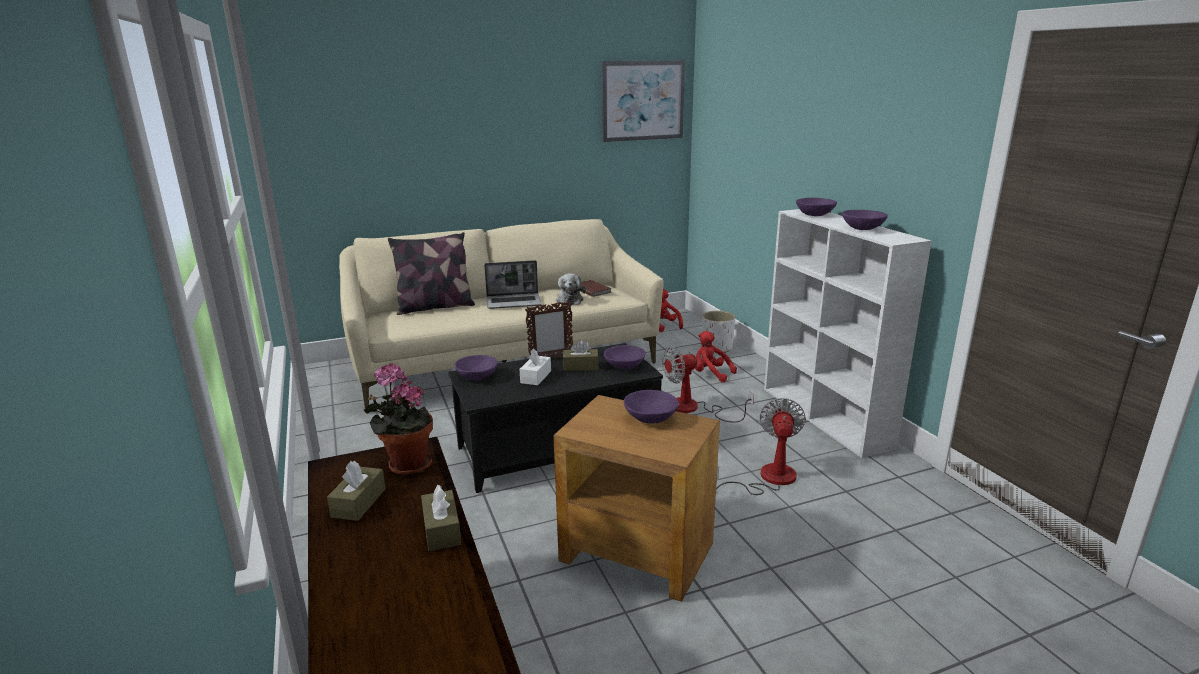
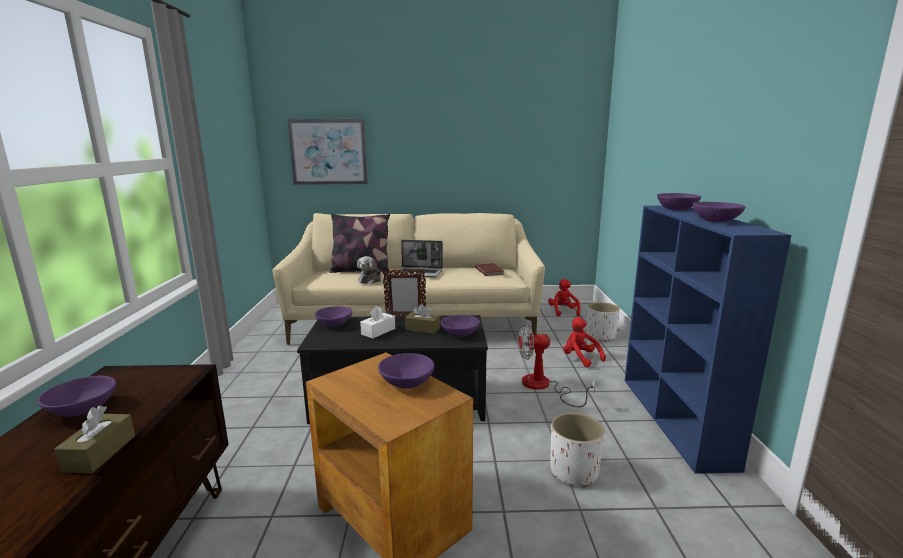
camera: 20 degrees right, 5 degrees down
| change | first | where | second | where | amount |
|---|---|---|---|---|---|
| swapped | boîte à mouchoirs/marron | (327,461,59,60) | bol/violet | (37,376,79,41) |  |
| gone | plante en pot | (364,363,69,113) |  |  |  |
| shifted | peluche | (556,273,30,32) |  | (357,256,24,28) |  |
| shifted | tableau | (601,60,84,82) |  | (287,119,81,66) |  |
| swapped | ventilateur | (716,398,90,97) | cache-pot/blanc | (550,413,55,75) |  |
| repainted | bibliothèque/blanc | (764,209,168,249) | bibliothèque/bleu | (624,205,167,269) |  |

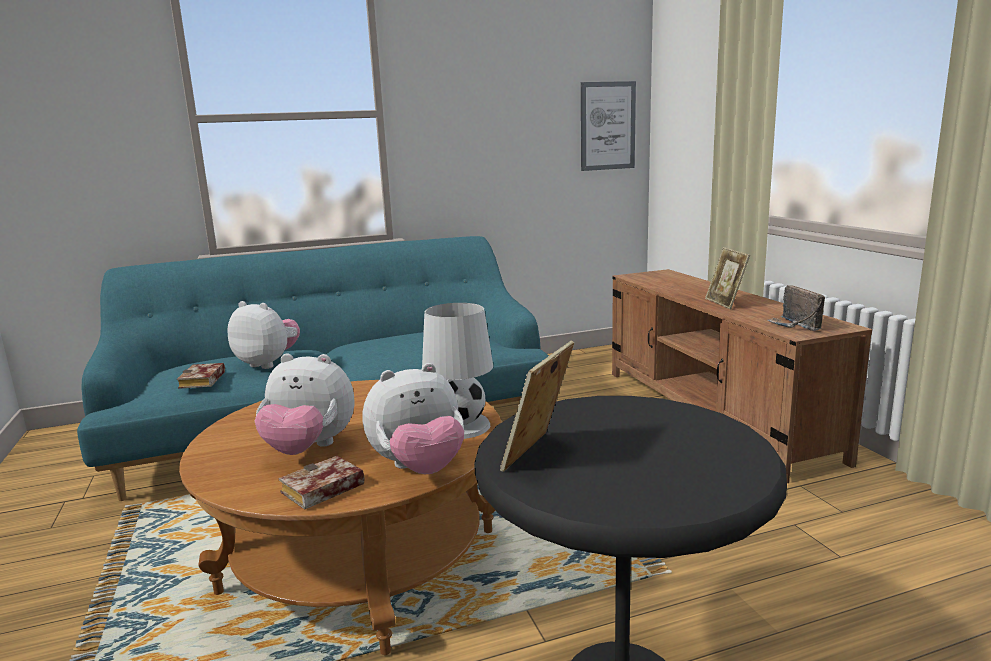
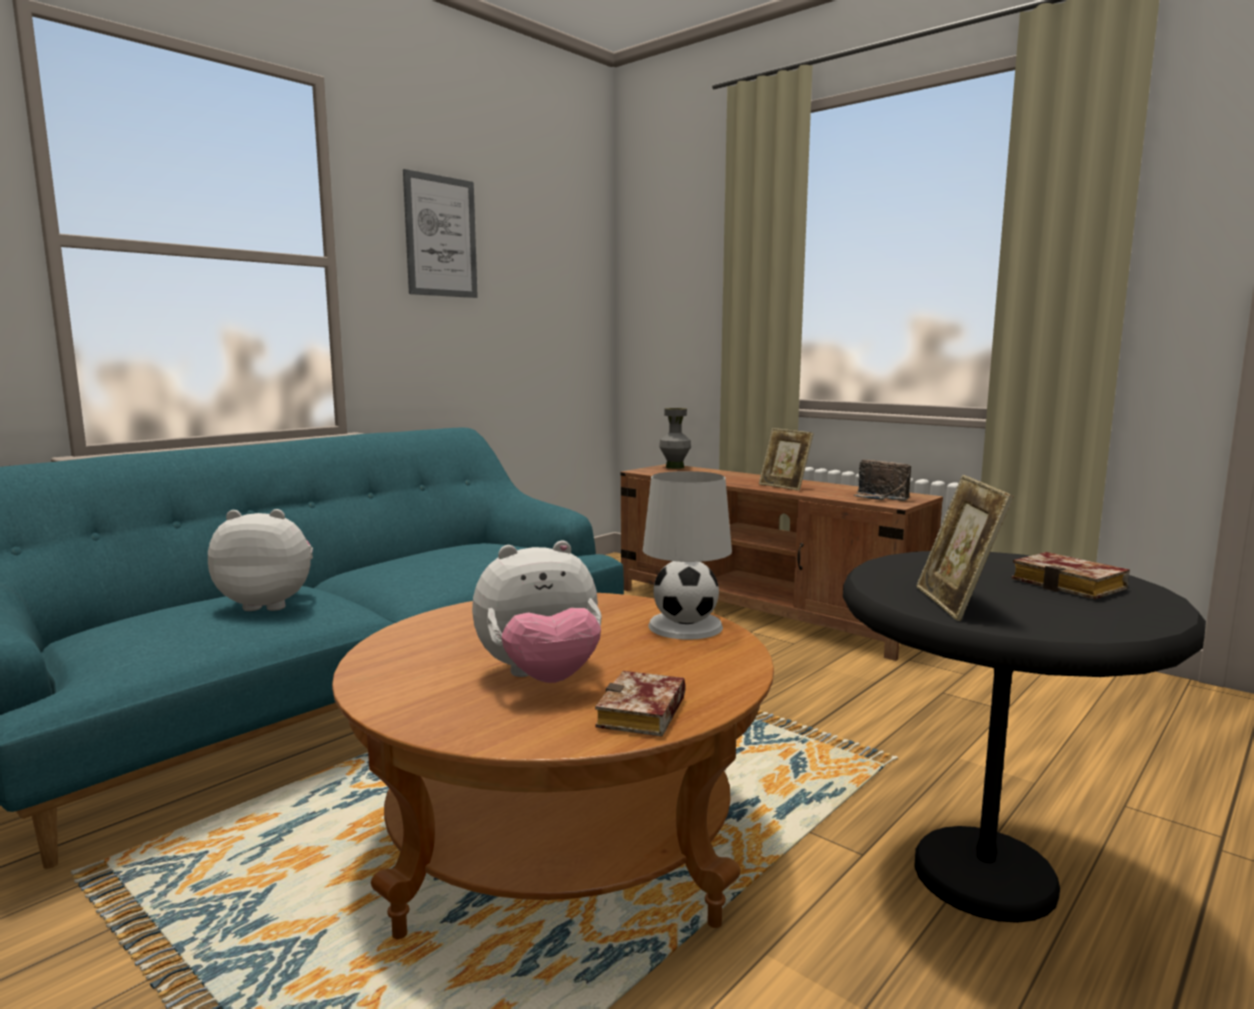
camera: 30 degrees left, 5 degrees down
| change | first | where | second | where | amount |
|---|---|---|---|---|---|
| shifted | livre | (177,363,48,26) |  | (1011,552,119,47) |  |
| gone | peluche | (362,363,102,111) |  |  |  |
| shifted | tableau | (581,81,55,90) |  | (403,169,75,129) |  |
| new |  |  | vase/gris | (659,408,32,61) |  |

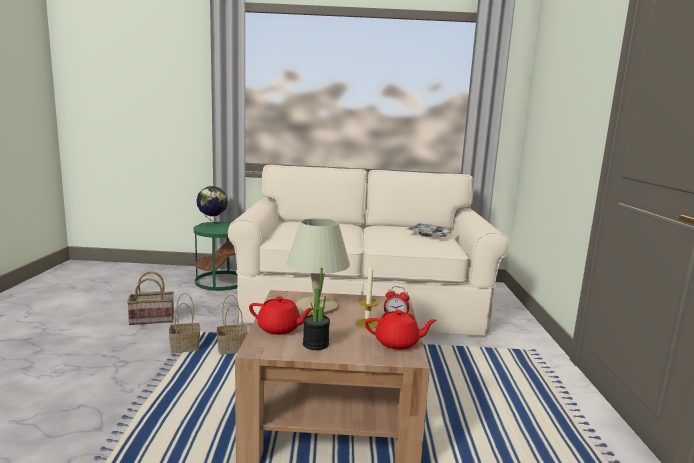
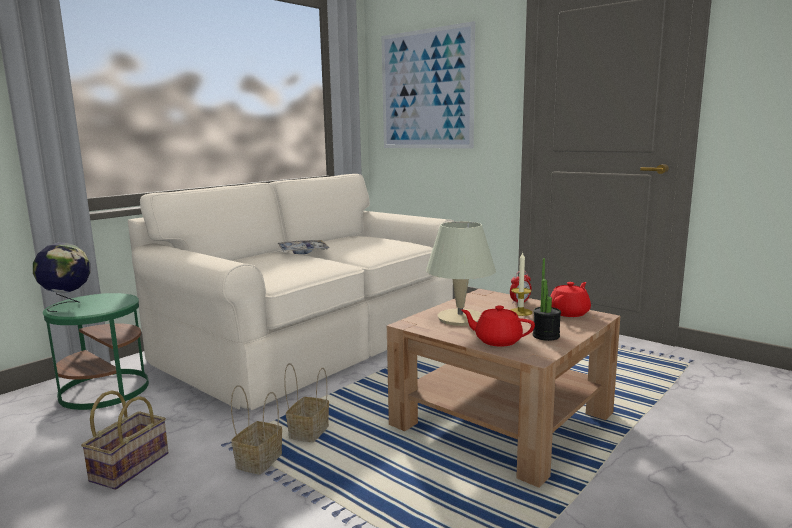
camera: 50 degrees left, 0 degrees up
| change | first | where | second | where | amount |
|---|---|---|---|---|---|
| rotated | théière/rouge | (249,296,63,39) |  | (461,306,74,41) | 120 degrees counterclockwise |
| shifted | plateau | (405,223,50,14) |  | (278,240,51,14) |  |
| new |  |  | tableau | (382,21,93,128) |  |

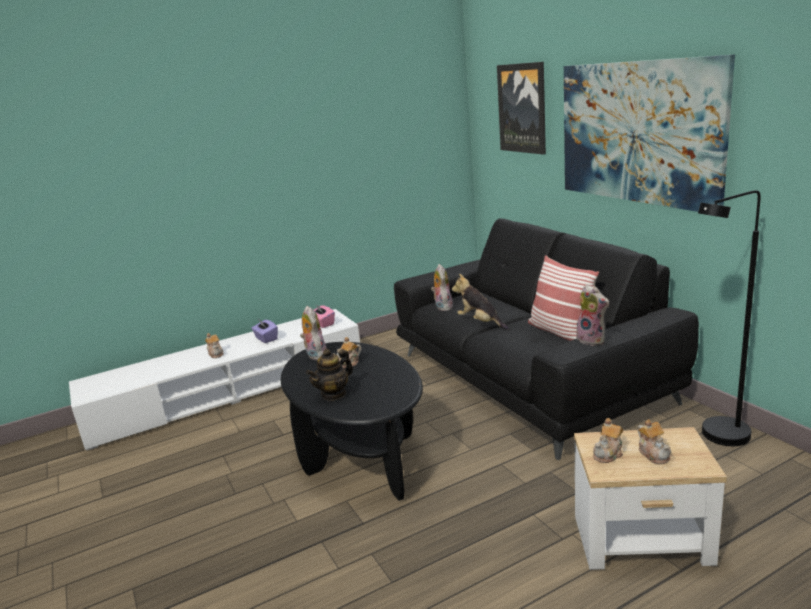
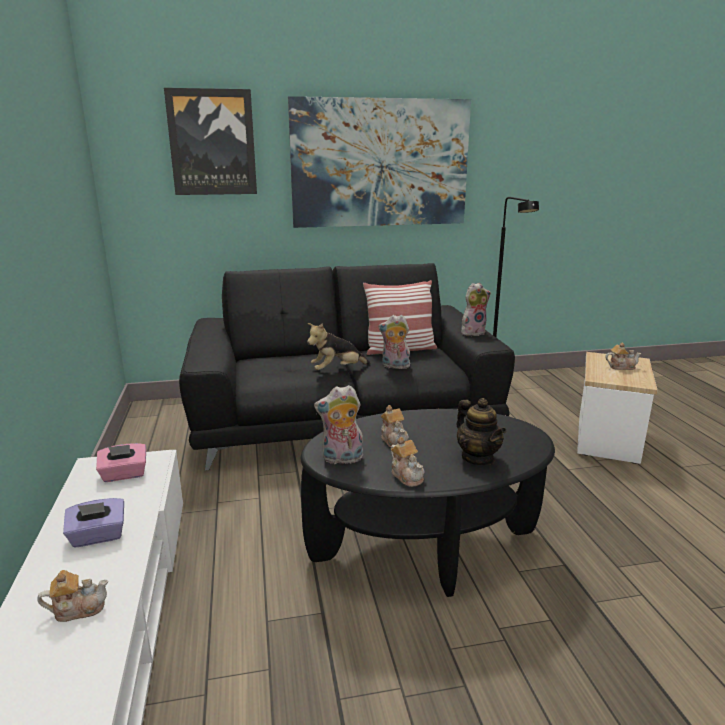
camera: 75 degrees left, 0 degrees up
| change | first | where | second | where | amount |
|---|---|---|---|---|---|
| shifted | peluche | (431,264,22,47) |  | (378,315,32,54) |  |
| shifted | théière | (593,418,30,45) |  | (391,437,34,50) |  |

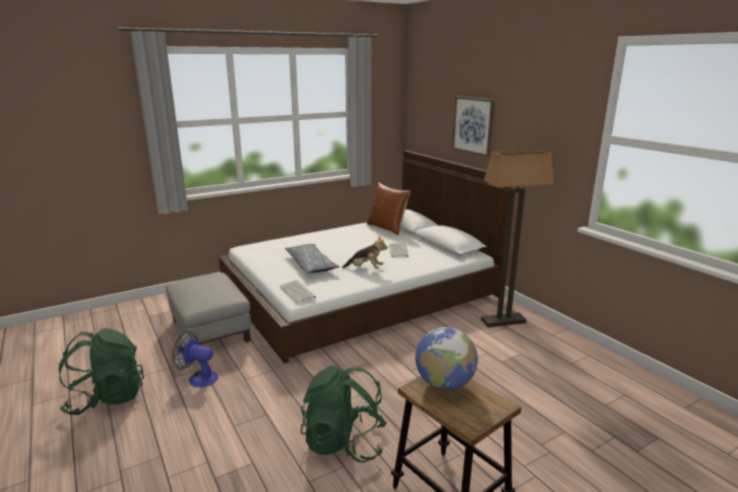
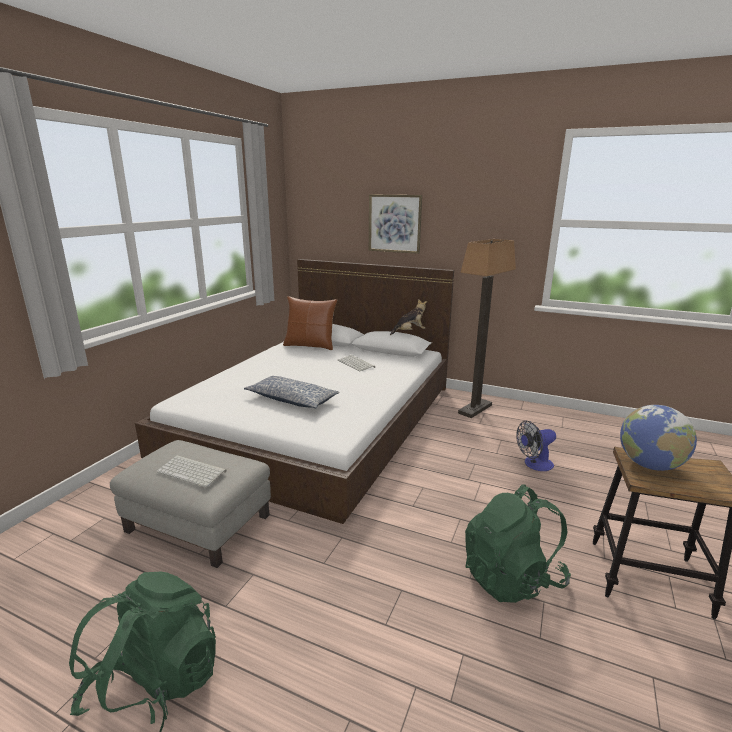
camera: 35 degrees left, 0 degrees up
| change | first | where | second | where | amount |
|---|---|---|---|---|---|
| shifted | ventilateur | (172,331,46,56) |  | (516,421,40,50) |  |
| shifted | clavier | (280,280,36,23) |  | (156,455,71,32) |  |
| shifted | peluche | (342,236,46,33) |  | (390,299,37,36) |  |

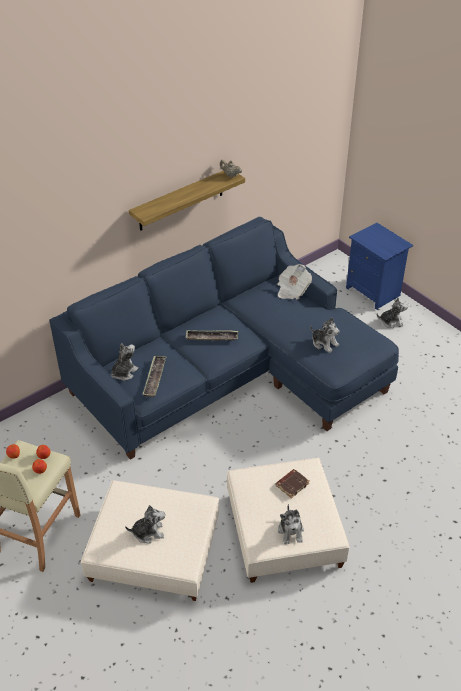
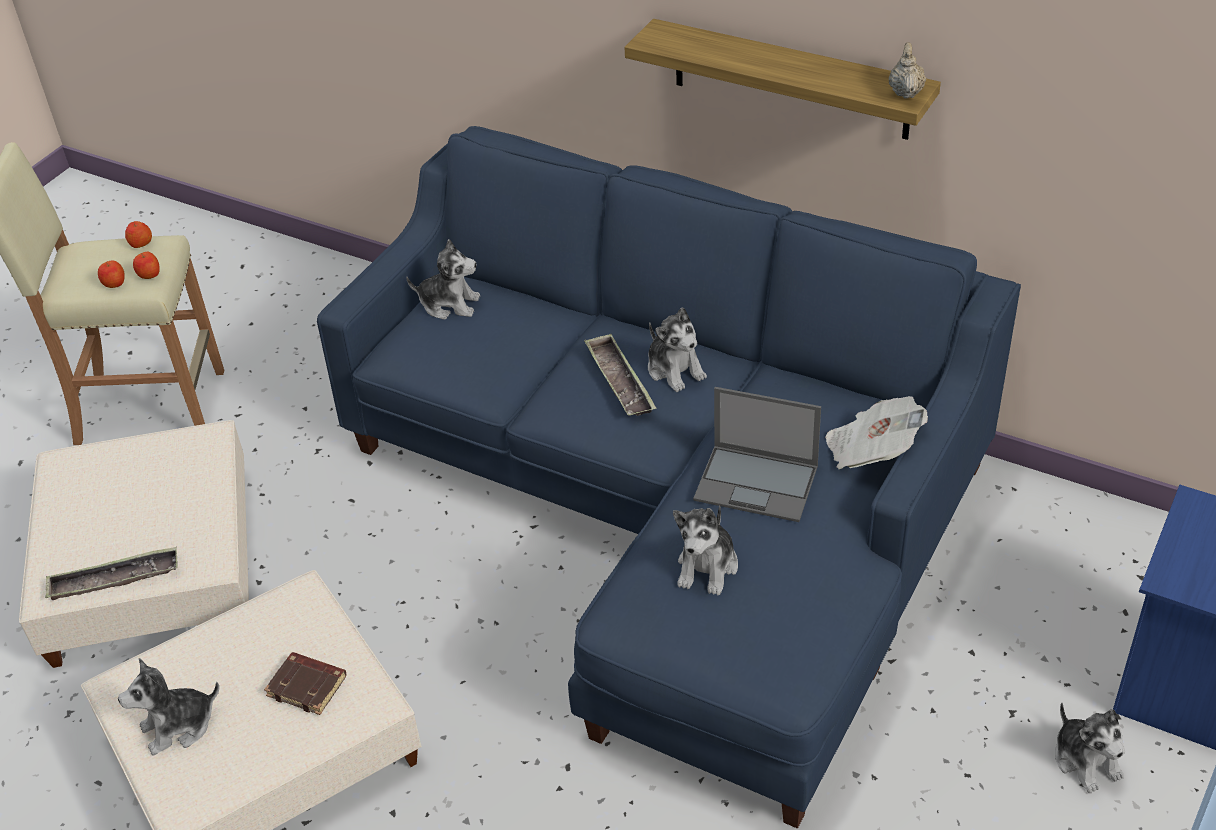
camera: 70 degrees right, 0 degrees up
| change | first | where | second | where | amount |
|---|---|---|---|---|---|
| shifted | peluche | (125,505,40,39) |  | (648,307,59,85) |  |
| shifted | plateau | (142,356,25,41) |  | (45,547,133,53) |  |
| new |  |  | ordinateur portable | (693,387,128,135) |  |

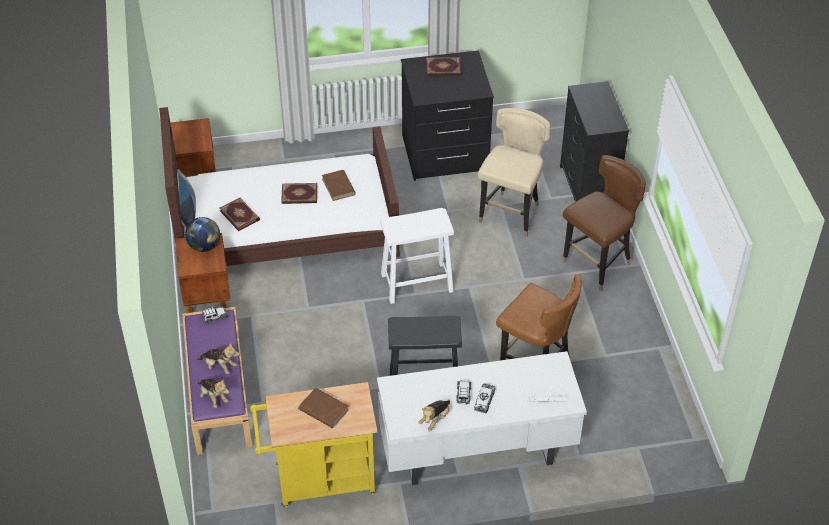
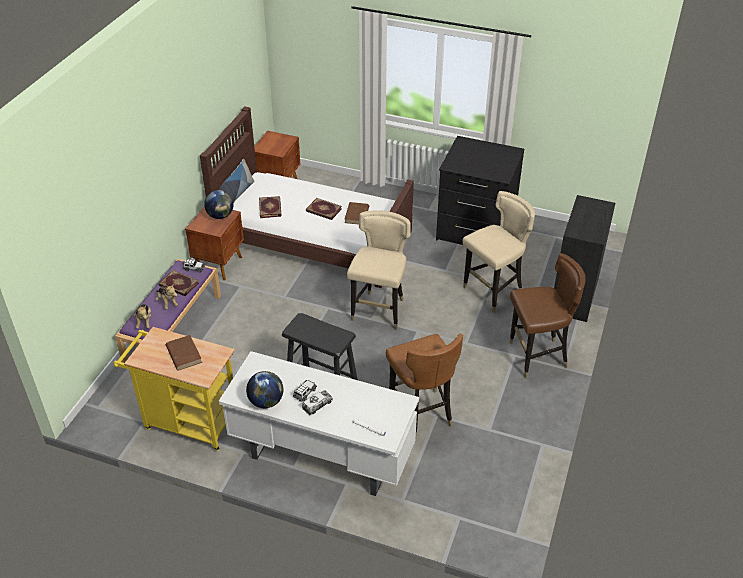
camera: 30 degrees right, 5 degrees down
| change | first | where | second | where | amount |
|---|---|---|---|---|---|
| swapped | tabouret/blanc | (380,208,74,96) | chaise/beige | (347,210,64,120) |  |
| swapped | peluche | (418,400,32,31) | globe | (246,371,38,37) |  |
| shifted | livre | (426,57,35,19) |  | (159,270,40,26) |  |

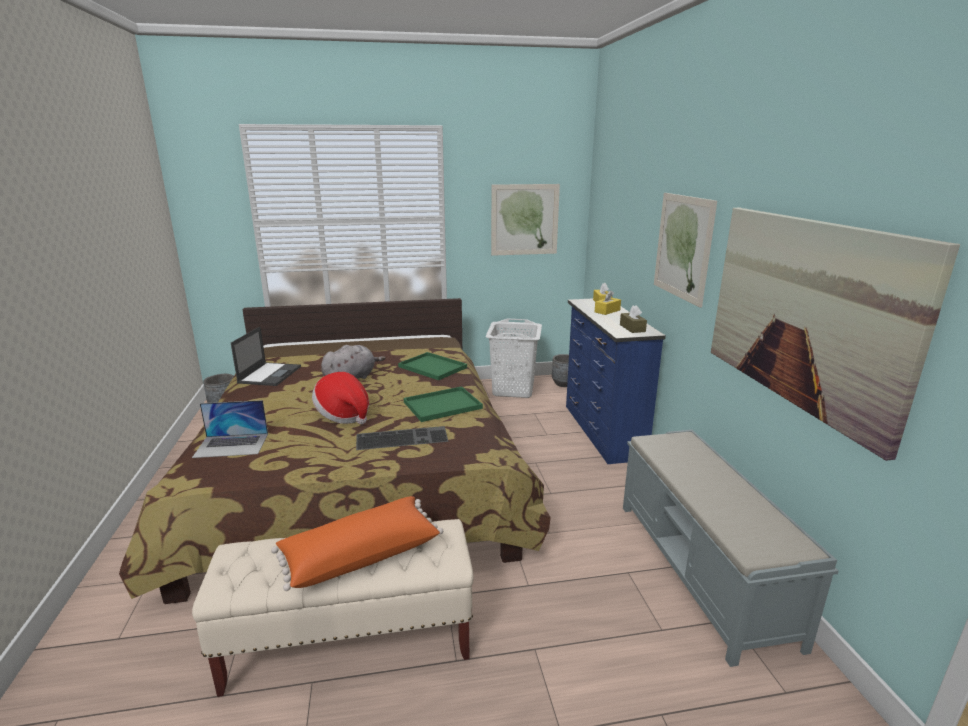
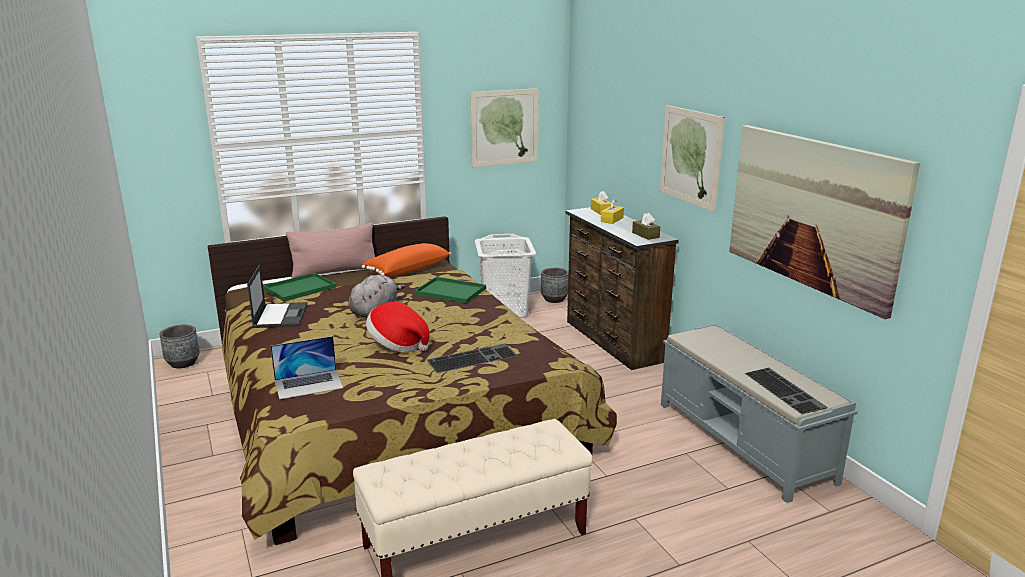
camera: 15 degrees left, 0 degrees up
| change | first | where | second | where | amount |
|---|---|---|---|---|---|
| shifted | coussin/orange | (271,496,172,95) |  | (362,243,90,35) |  |
| shifted | plateau/vert | (404,386,79,36) |  | (263,273,73,29) |  |
| repainted | commode/bleu | (566,299,100,165) | commode/marron | (565,207,114,163) |  |
| new |  |  | coussin/rose | (286,223,89,55) |  |
| new |  |  | clavier | (745,368,83,46) |  |

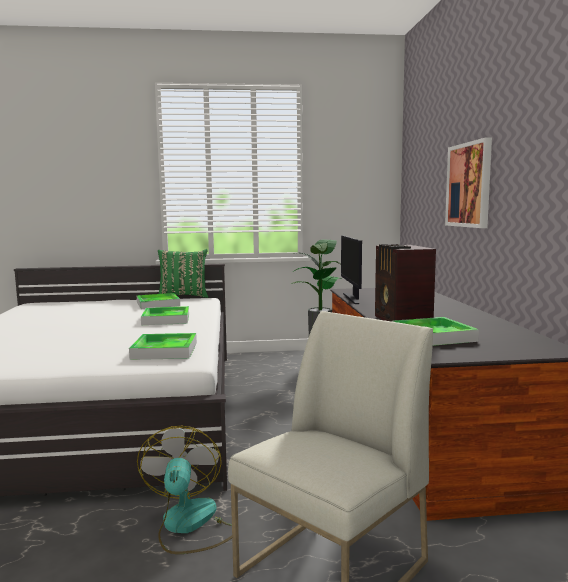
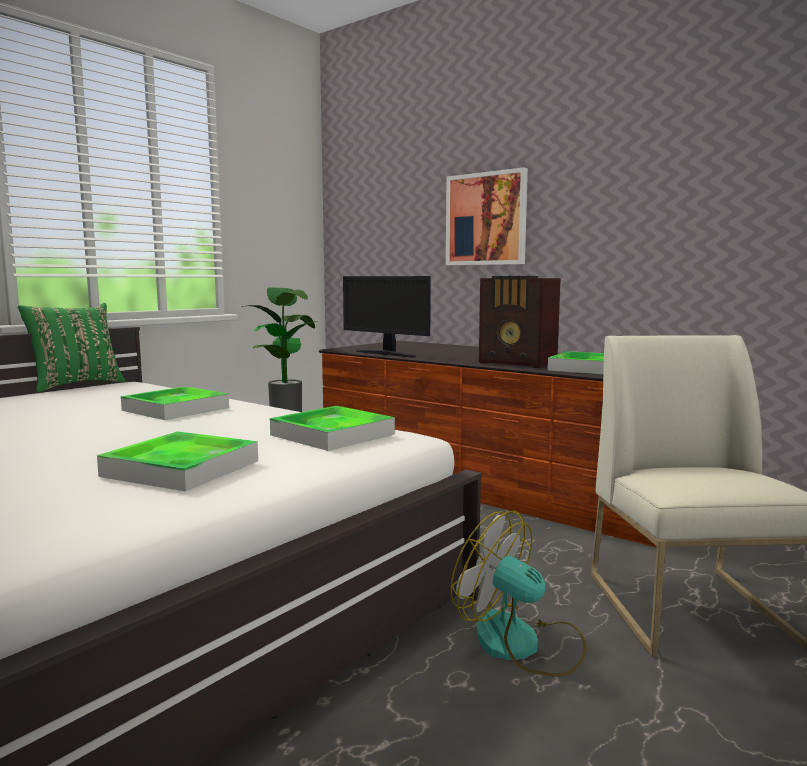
camera: 45 degrees left, 0 degrees up
| change | first | where | second | where | amount |
|---|---|---|---|---|---|
| shifted | plateau | (137,293,43,16) |  | (97,431,161,61) |  |

